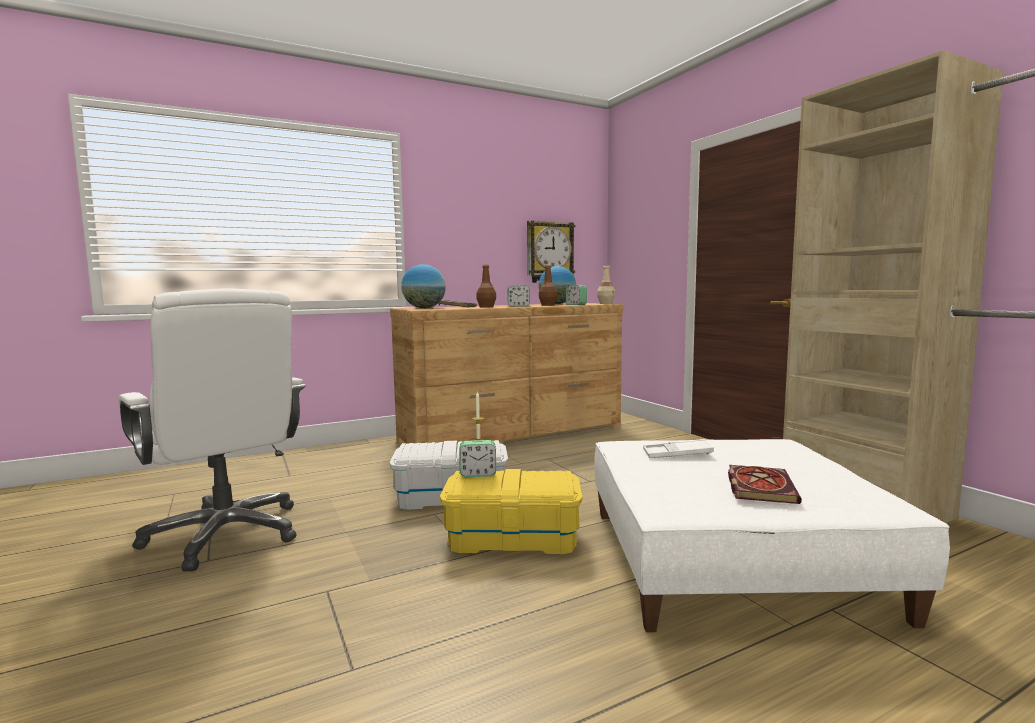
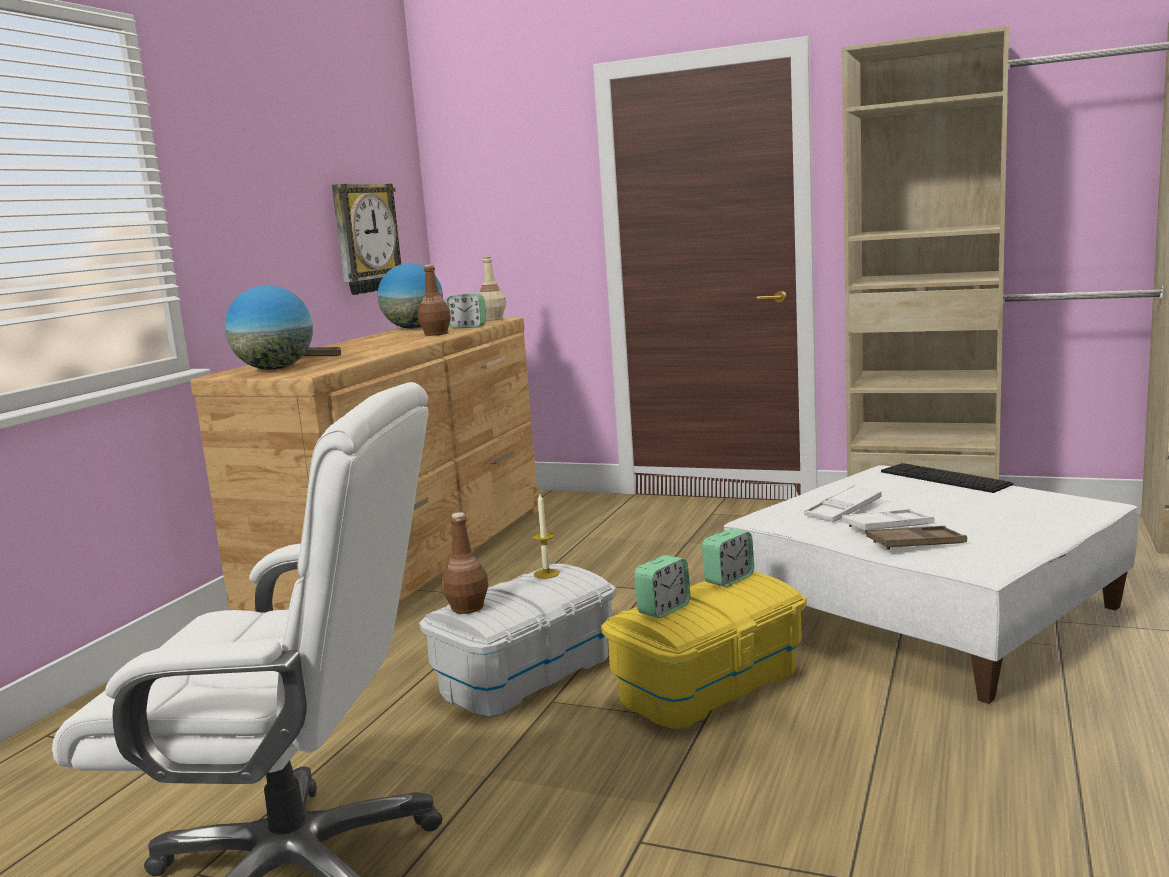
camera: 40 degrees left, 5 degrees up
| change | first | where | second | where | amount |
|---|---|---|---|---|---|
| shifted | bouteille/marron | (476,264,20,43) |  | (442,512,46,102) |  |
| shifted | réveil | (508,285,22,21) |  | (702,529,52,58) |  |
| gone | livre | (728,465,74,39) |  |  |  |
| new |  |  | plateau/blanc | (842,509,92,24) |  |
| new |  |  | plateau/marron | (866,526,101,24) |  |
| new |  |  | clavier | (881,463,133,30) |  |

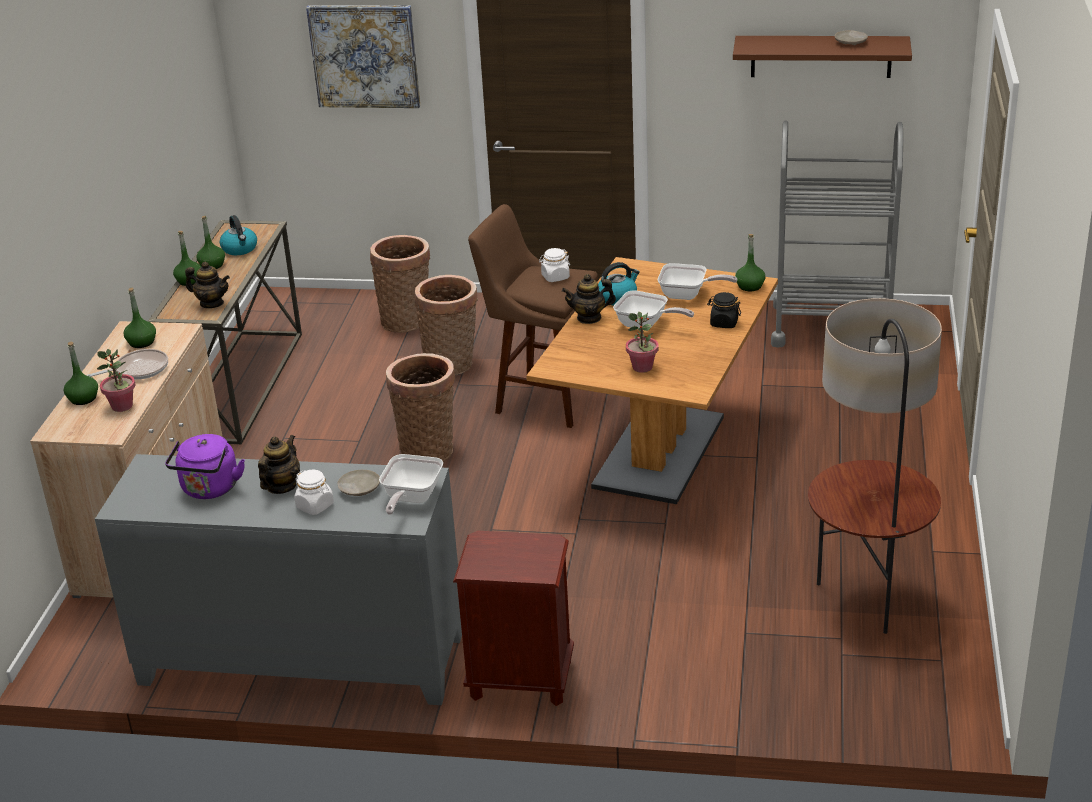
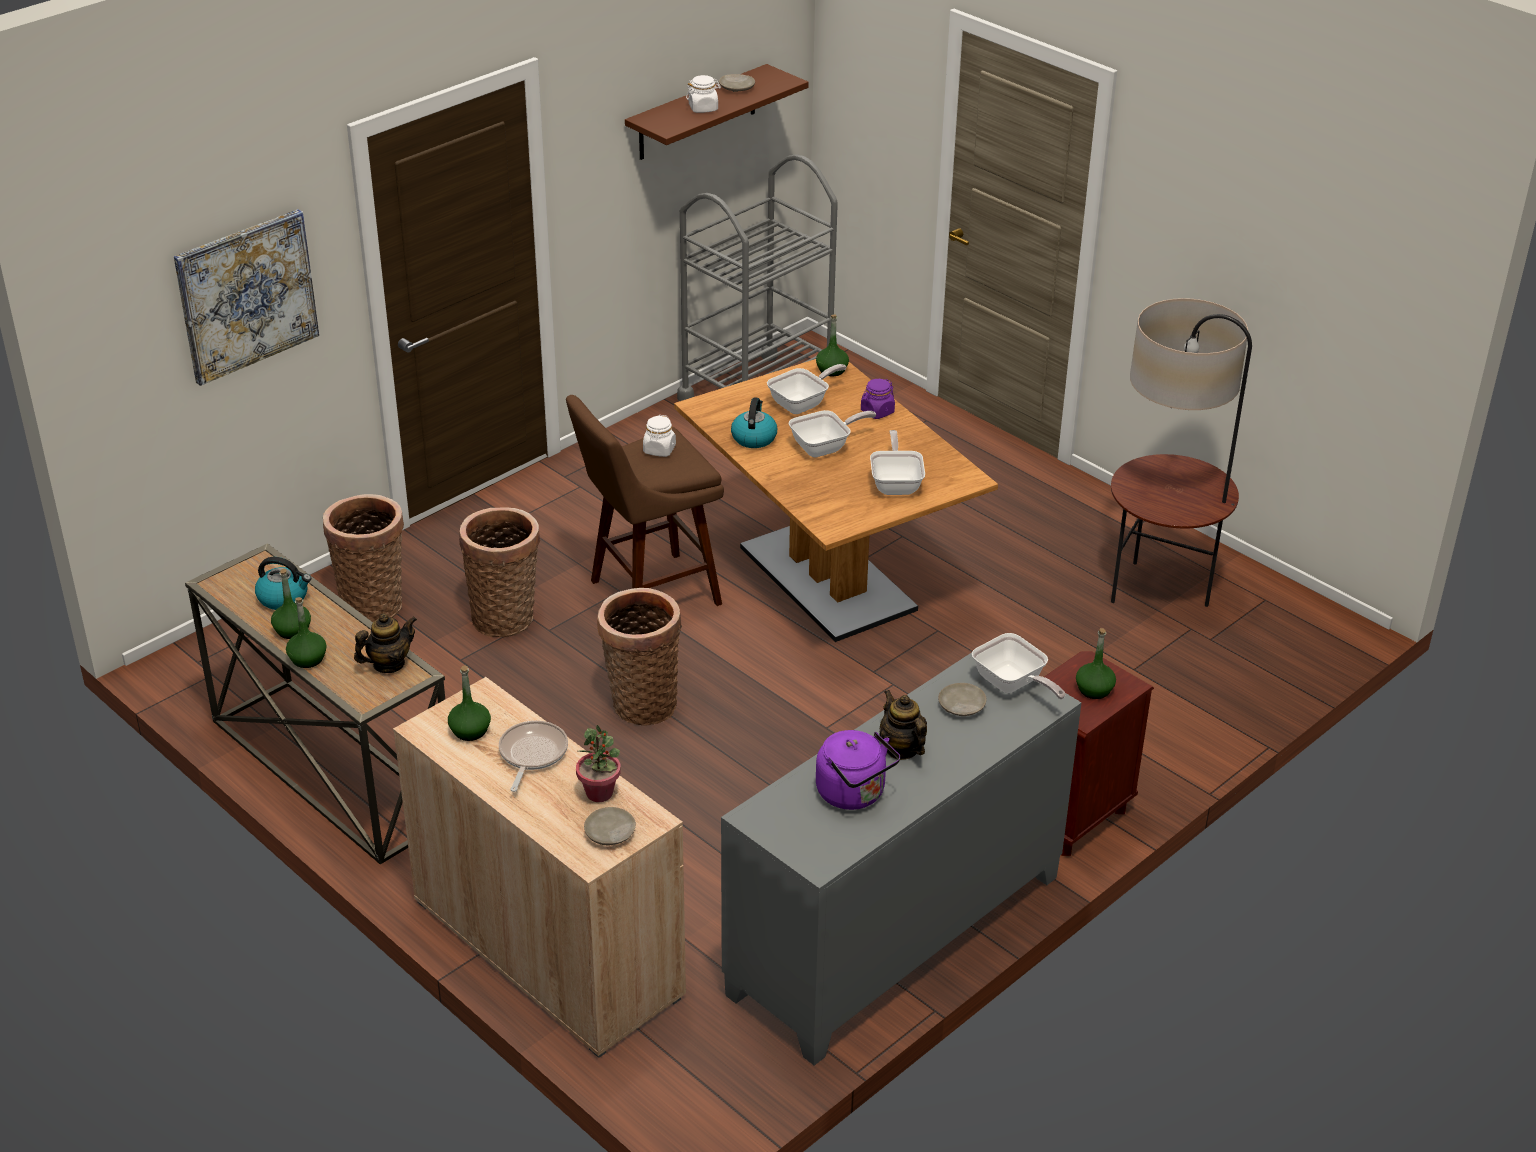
camera: 55 degrees left, 5 degrees up
| change | first | where | second | where | amount |
|---|---|---|---|---|---|
| shifted | bouteille/vert | (64,342,34,63) |  | (1076,628,40,71) |  |
| shifted | bocal/blanc | (294,470,40,45) |  | (686,75,35,38) |  |
| gone | théière | (562,274,54,50) |  |  |  |
| swapped | plante en pot | (626,312,33,61) | poêle | (870,430,55,65) |  |
| repainted | bocal/noir | (707,292,34,36) | bocal/violet | (861,379,34,40) |  |
| new |  |  | assiette/beige | (584,807,52,38) |  |

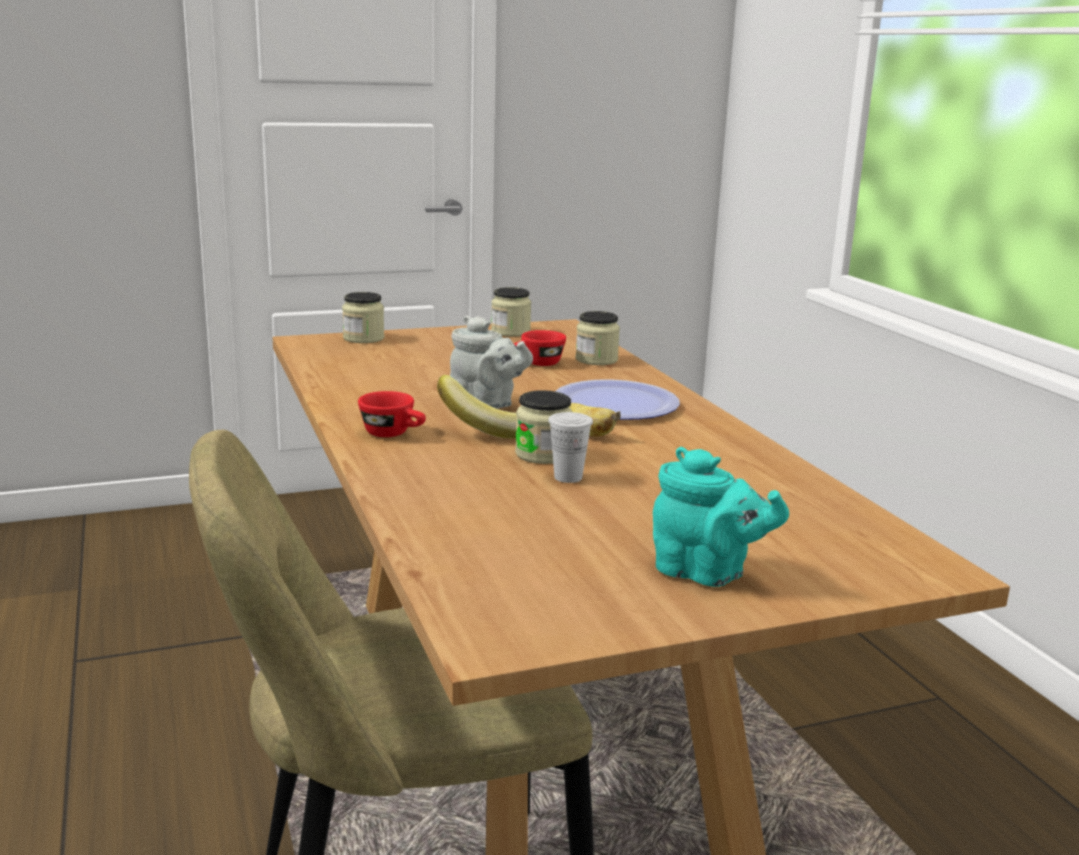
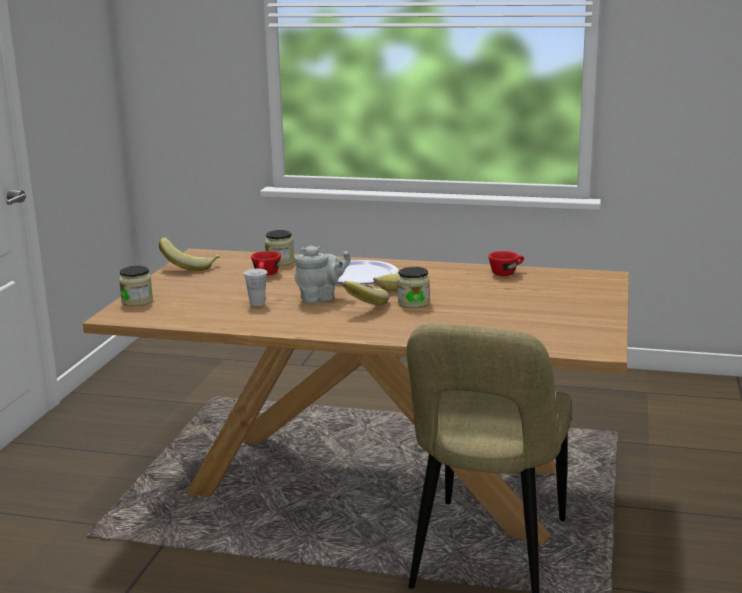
camera: 55 degrees left, 0 degrees up
| change | first | where | second | where | amount |
|---|---|---|---|---|---|
| shifted | tasse/rouge | (358,391,68,46) |  | (488,251,36,25) |  |
| swapped | bocal | (491,287,40,50) | banane | (159,237,61,34) |  |
| shifted | tasse/blanc | (548,412,45,71) |  | (244,269,24,37) |  |
| gone | théière/turquoise | (653,447,136,140) |  |  |  |

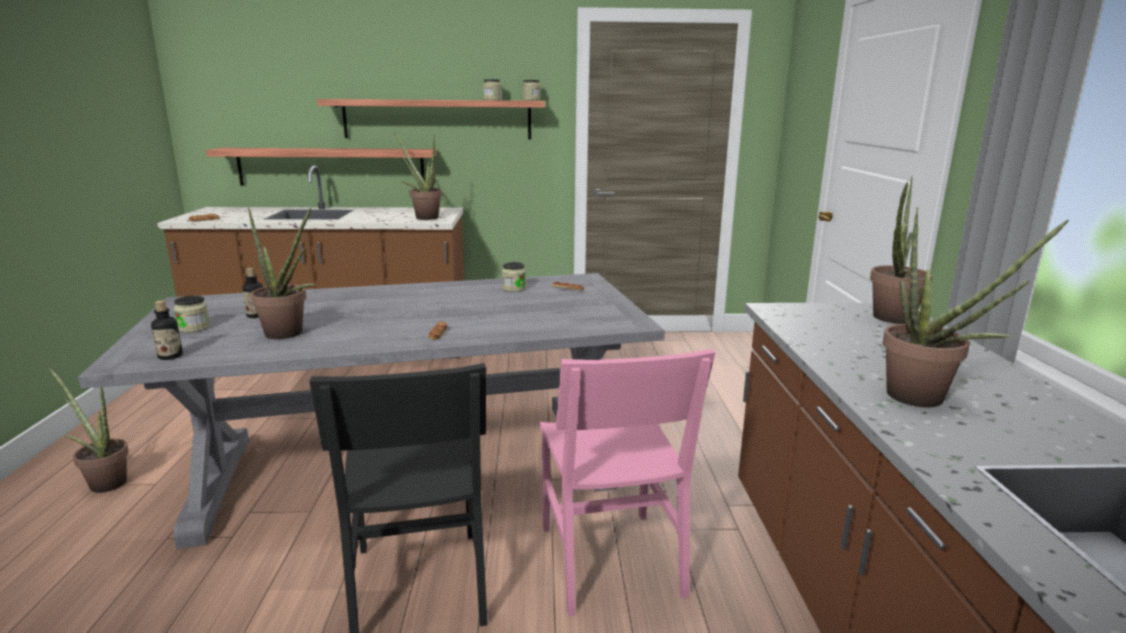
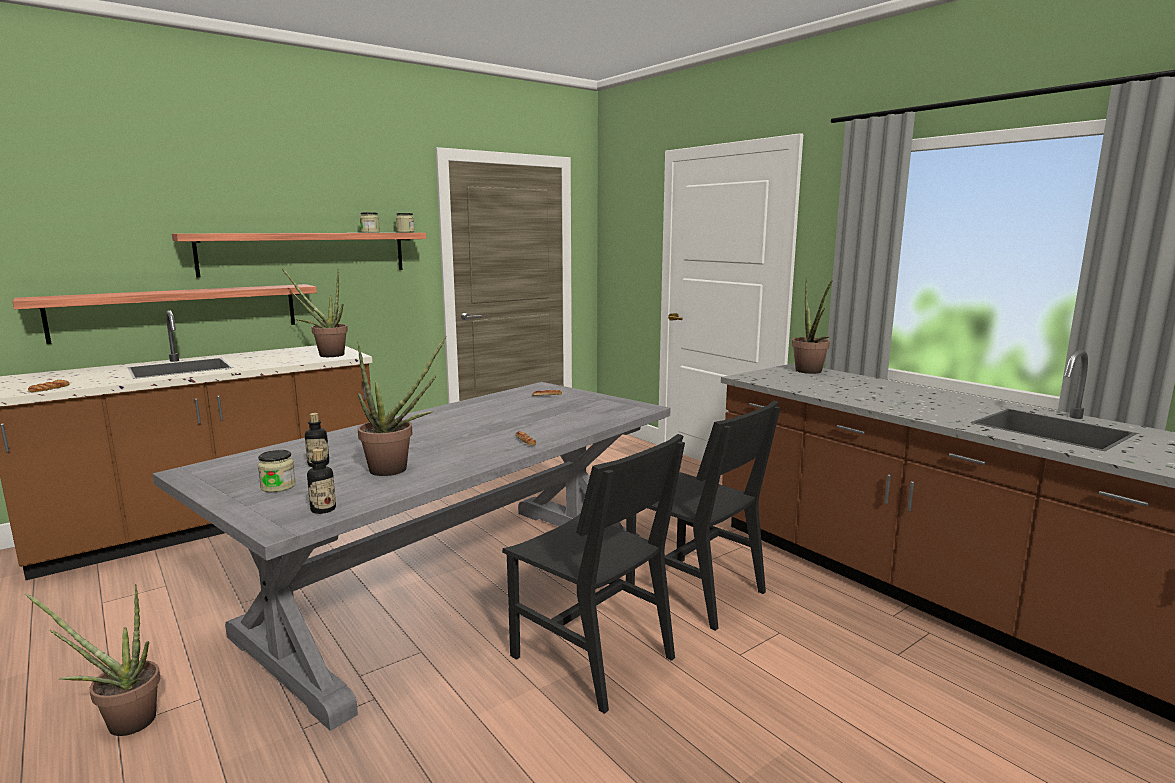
camera: 35 degrees left, 5 degrees down
| change | first | where | second | where | amount |
|---|---|---|---|---|---|
| gone | bocal | (502,262,24,30) |  |  |  |
| repainted | chaise/rose | (539,349,176,267) | chaise/noir | (626,401,155,230) |  |
| gone | plante en pot | (883,207,186,200) |  |  |  |

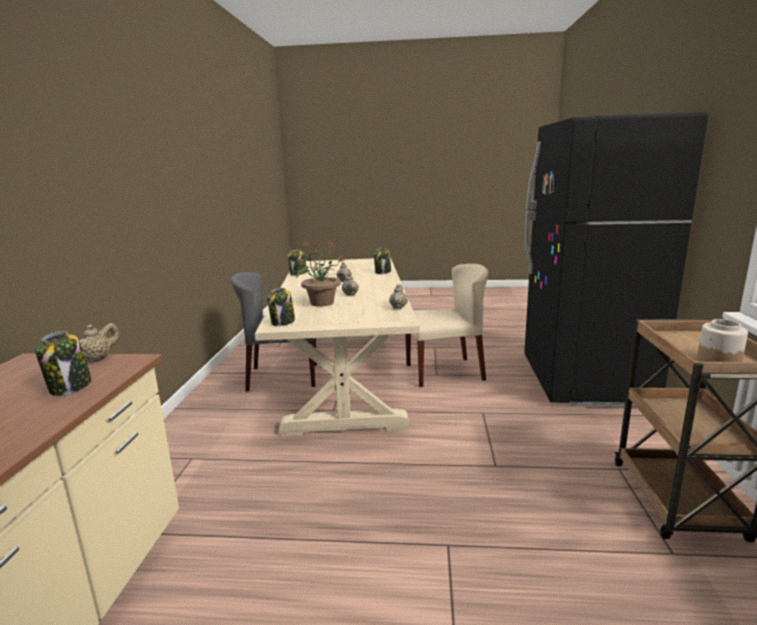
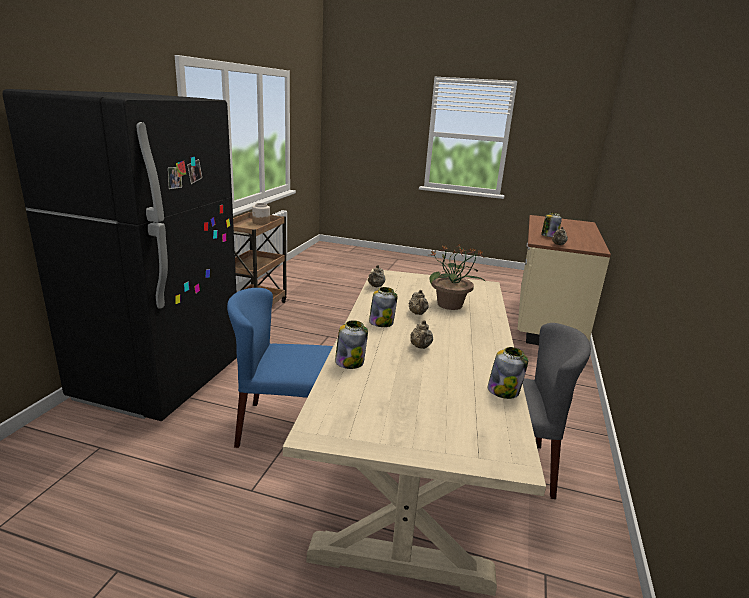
camera: 170 degrees left, 5 degrees up
| change | first | where | second | where | amount |
|---|---|---|---|---|---|
| shifted | bocal | (267,288,28,38) |  | (369,287,28,40) |  |
| repainted | chaise/beige | (405,264,83,123) | chaise/bleu | (227,288,106,160) |  |

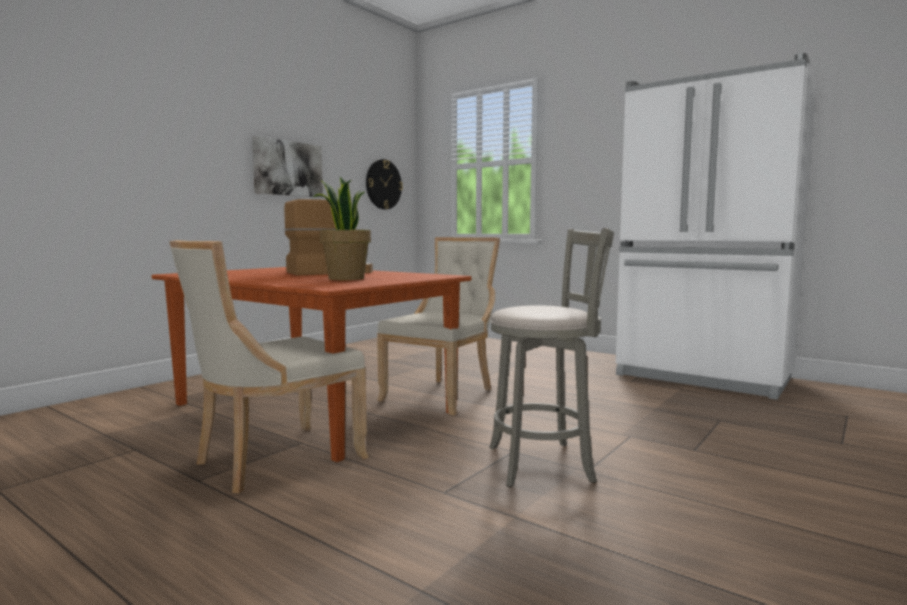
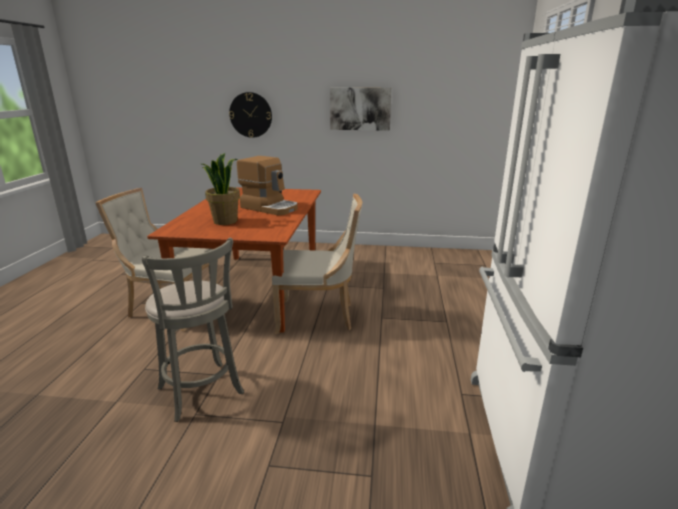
camera: 60 degrees right, 15 degrees up
| change | first | where | second | where | amount |
|---|---|---|---|---|---|
| shifted | horloge murale | (366,159,37,51) |  | (229,92,43,46) |  |

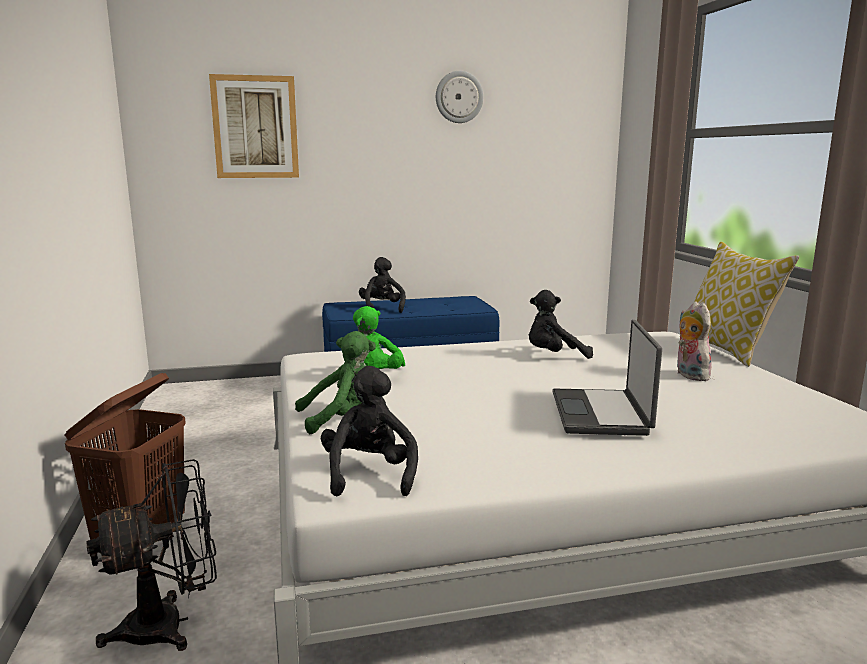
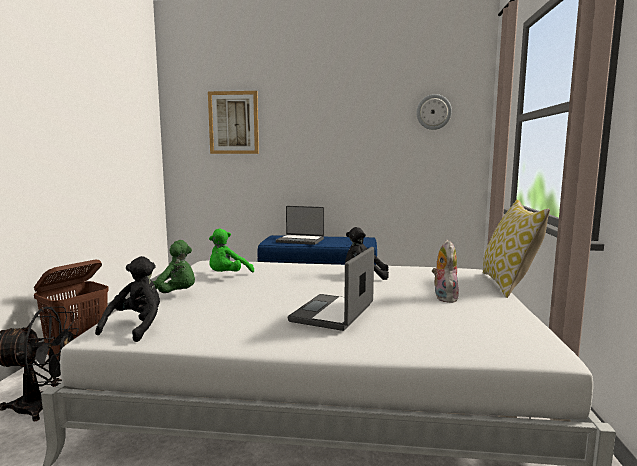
camera: 20 degrees right, 5 degrees down
| change | first | where | second | where | amount |
|---|---|---|---|---|---|
| swapped | peluche/noir | (359,257,47,56) | ordinateur portable | (276,206,48,39) |  |
| shifted | horloge murale | (436,71,47,52) |  | (417,94,35,36) |  |

